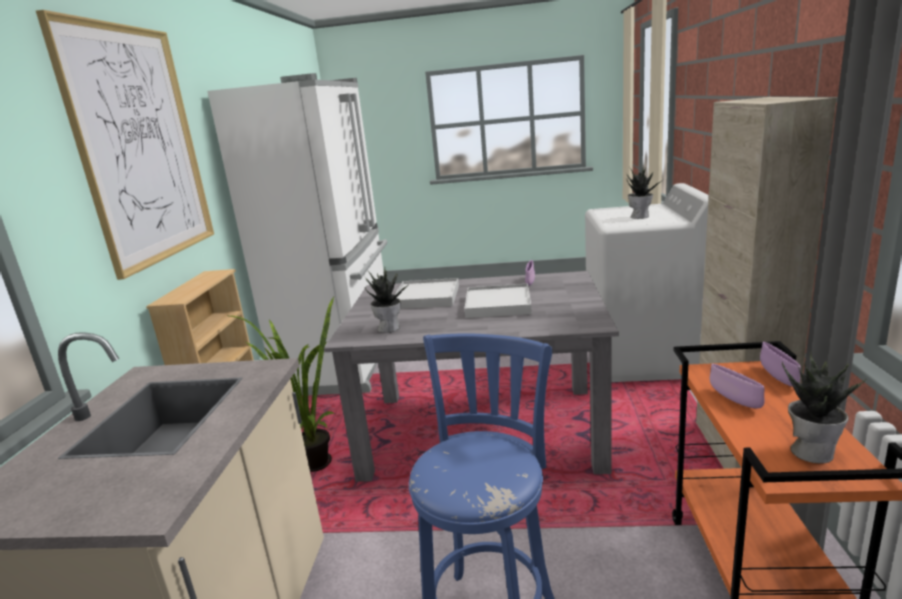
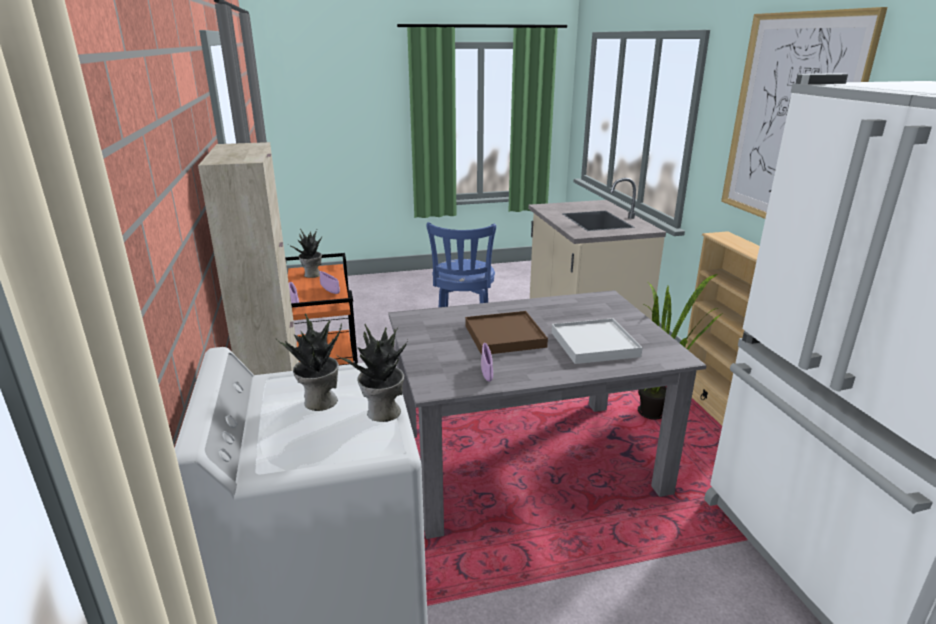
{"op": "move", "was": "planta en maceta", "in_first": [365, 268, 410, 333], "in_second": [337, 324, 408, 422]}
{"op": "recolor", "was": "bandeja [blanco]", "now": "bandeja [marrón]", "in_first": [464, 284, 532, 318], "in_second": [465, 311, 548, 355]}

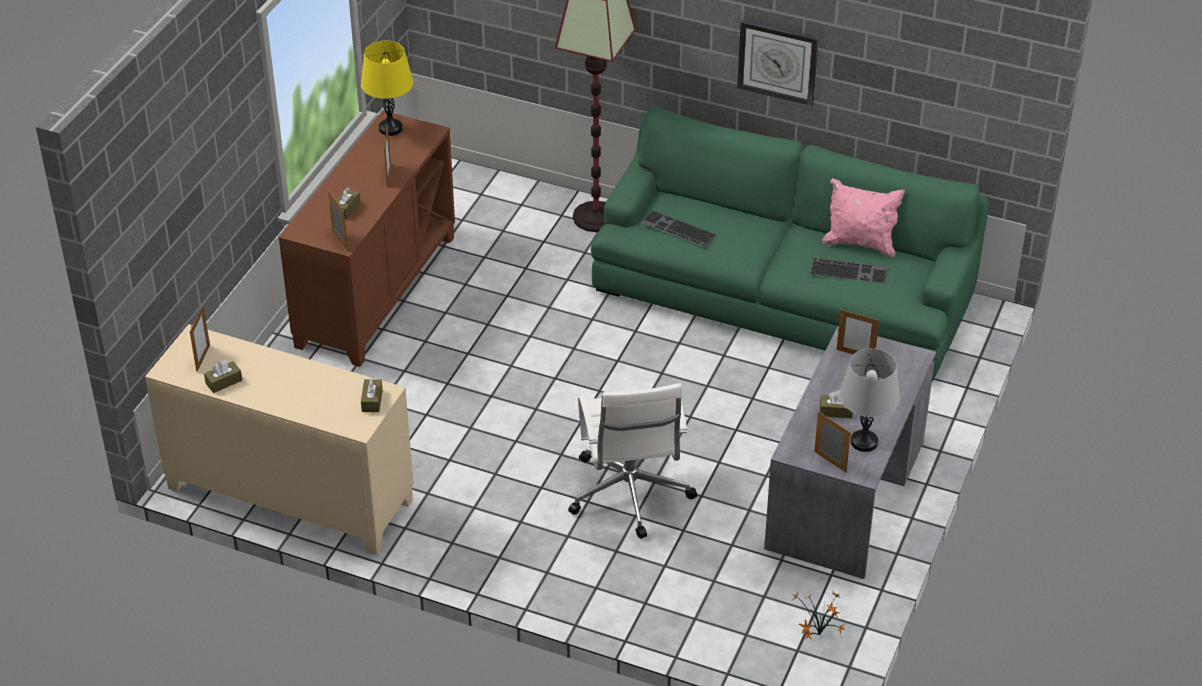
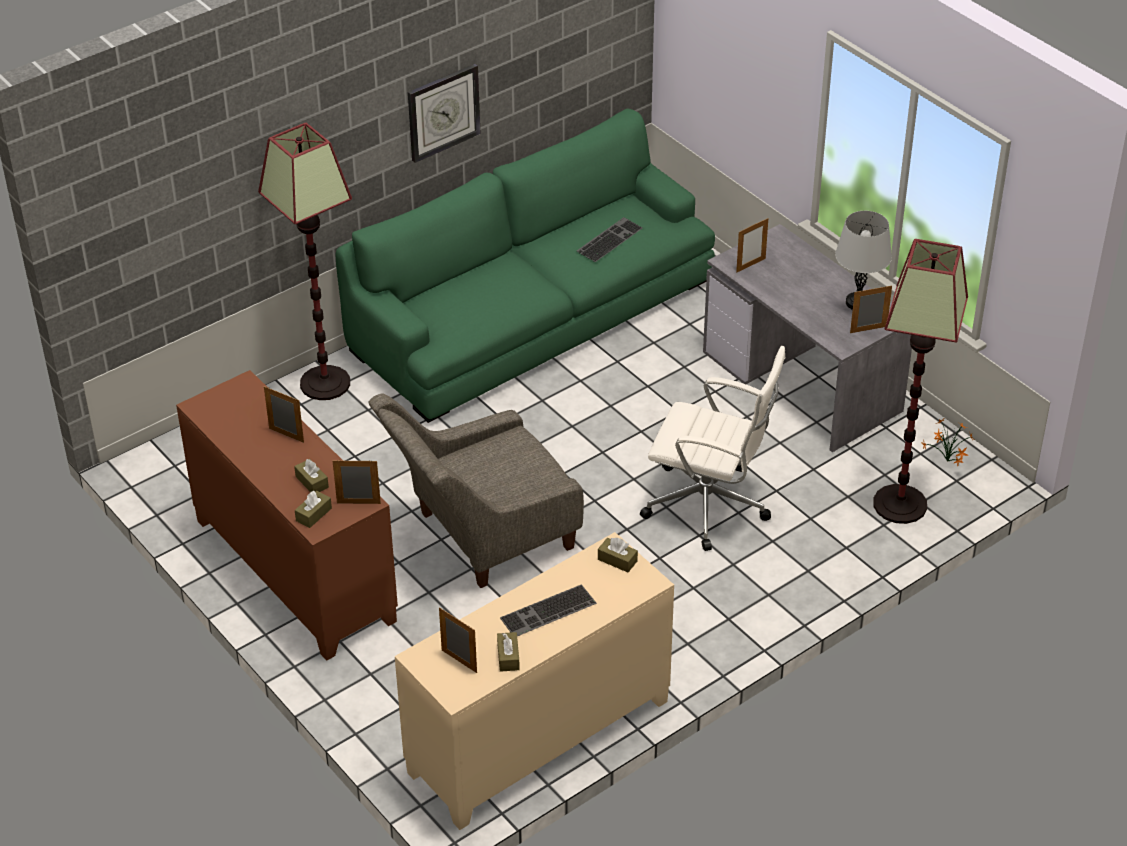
{"op": "move", "was": "caja de pañuelos [marrón]", "in_first": [820, 391, 853, 418], "in_second": [295, 491, 332, 528]}
{"op": "insert", "now": "sillón [gris]", "in_second": [369, 394, 584, 588]}
{"op": "move", "was": "teclado", "in_first": [640, 210, 717, 247], "in_second": [500, 584, 597, 636]}
{"op": "insert", "now": "lámpara de pie", "in_second": [873, 239, 968, 524]}
{"op": "delete", "was": "lámpara de mesa [amarillo]", "in_first": [361, 41, 413, 136]}
{"op": "delete", "was": "cojín [rosa]", "in_first": [822, 178, 905, 258]}

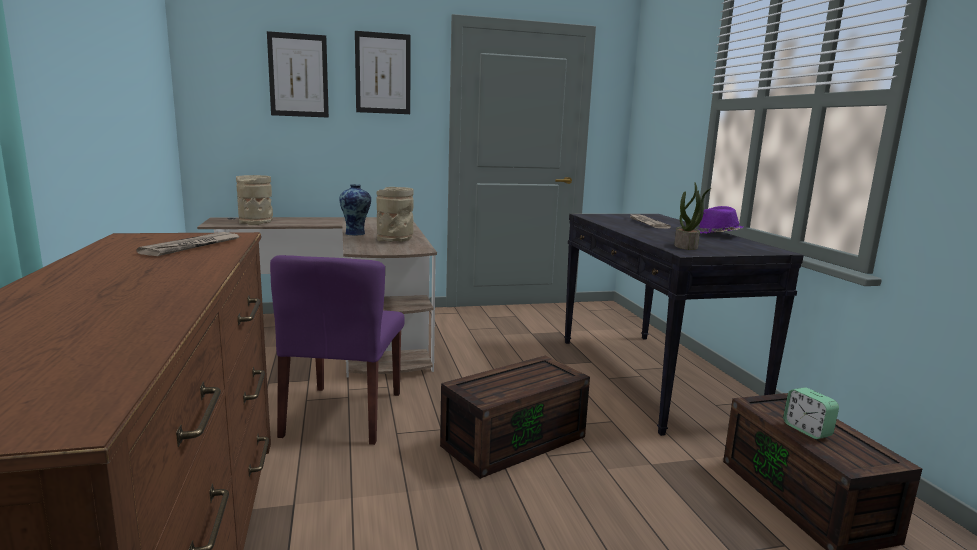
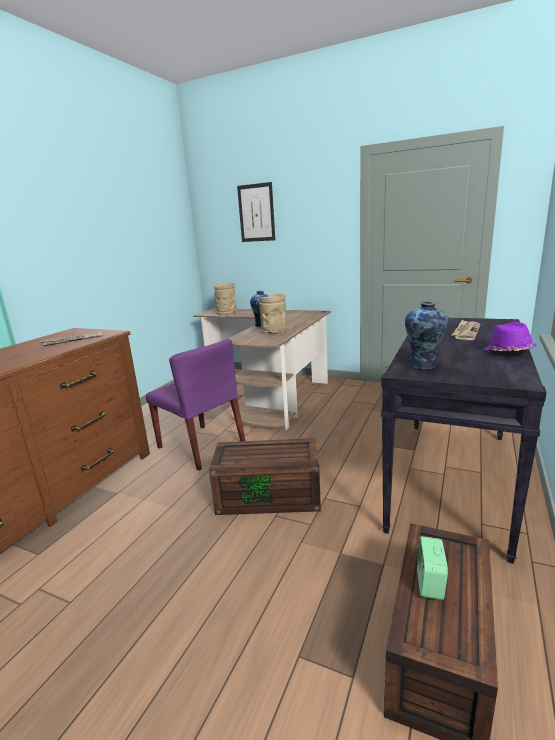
{"op": "rotate", "was": "silla [morado]", "in_first": [270, 255, 405, 445], "in_second": [146, 339, 245, 471], "clockwise": -90}
{"op": "replace", "was": "planta en maceta", "now": "florero", "in_first": [674, 183, 711, 250], "in_second": [405, 302, 449, 369]}
{"op": "delete", "was": "cuadro", "in_first": [355, 31, 411, 114]}

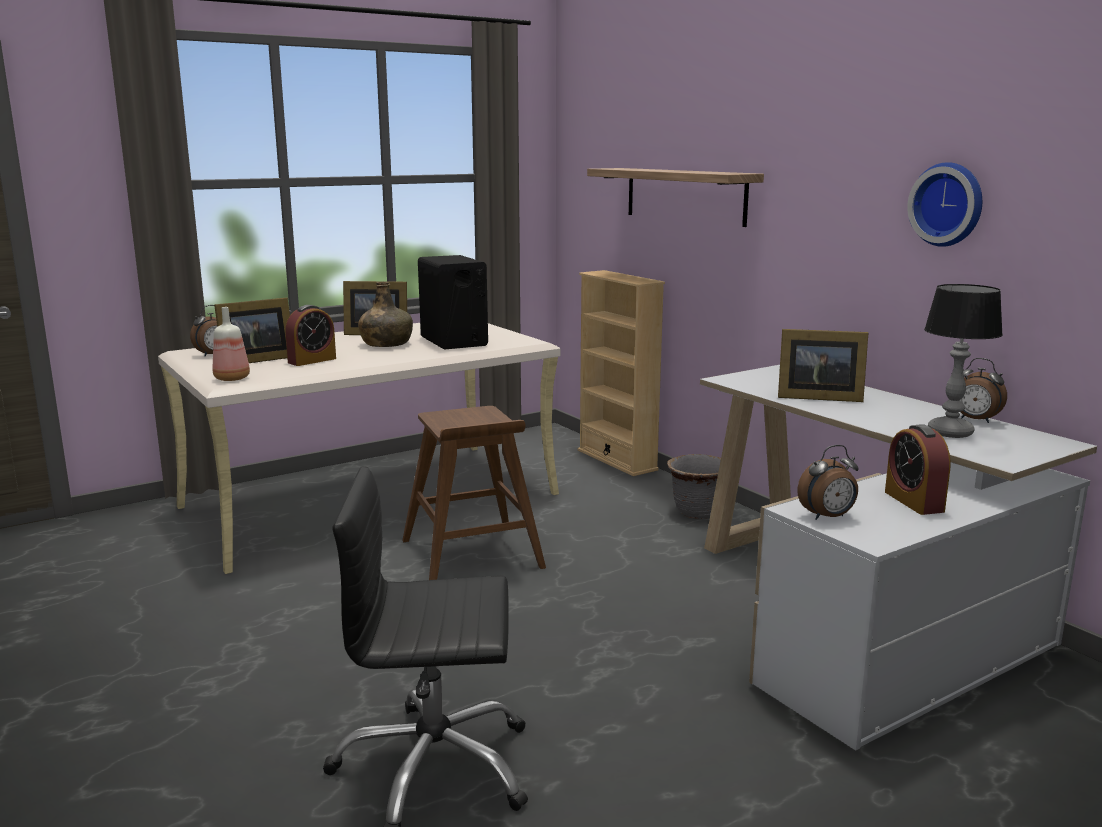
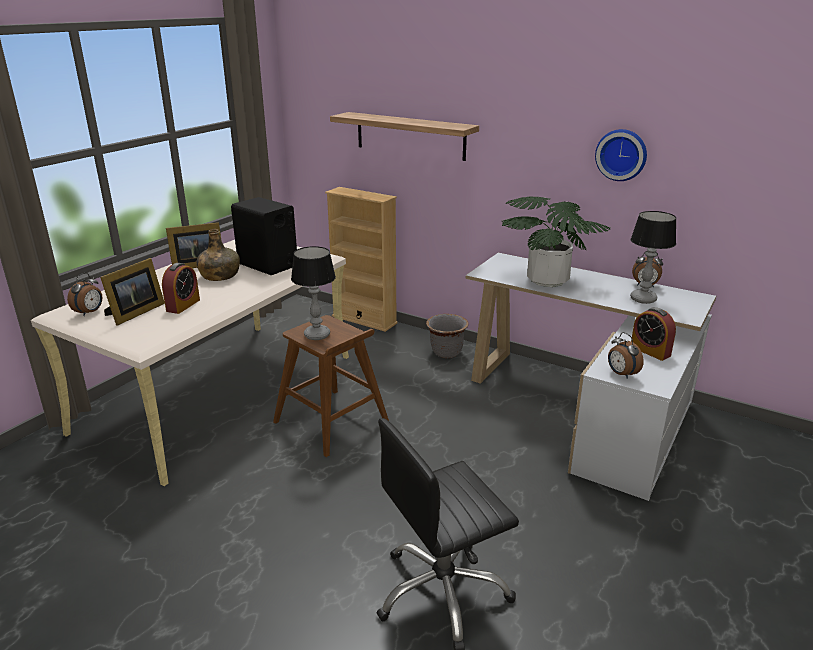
{"op": "insert", "now": "lámpara de mesa", "in_second": [291, 246, 336, 340]}
{"op": "replace", "was": "portarretratos", "now": "planta en maceta", "in_first": [778, 329, 869, 402], "in_second": [502, 197, 610, 287]}
{"op": "rotate", "was": "despertador", "in_first": [797, 445, 859, 520], "in_second": [608, 332, 644, 379], "clockwise": 105}
{"op": "delete", "was": "botella", "in_first": [213, 307, 250, 381]}

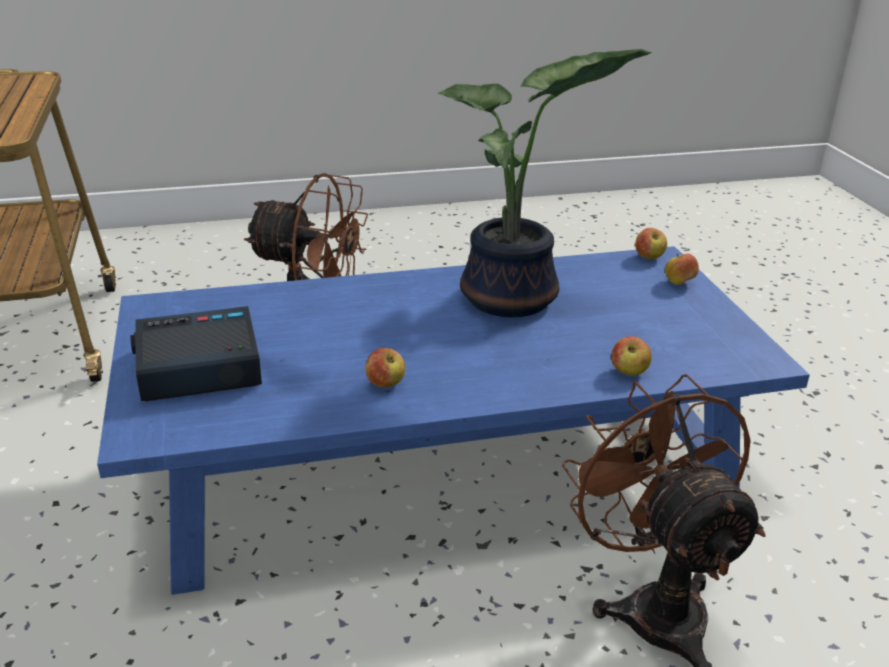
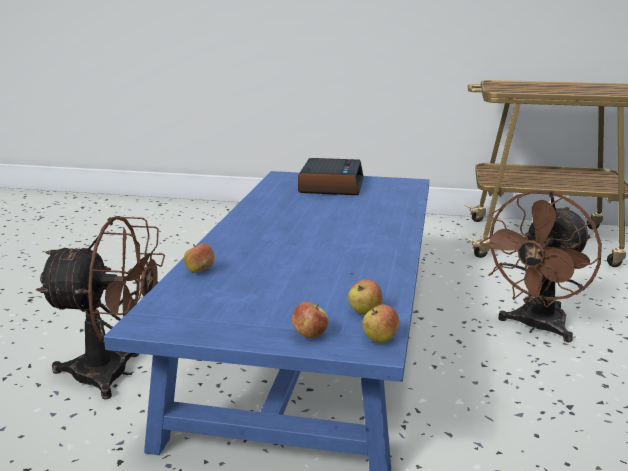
{"op": "move", "was": "manzana", "in_first": [365, 348, 405, 388], "in_second": [348, 279, 383, 315]}
{"op": "delete", "was": "planta en maceta", "in_first": [438, 49, 652, 317]}

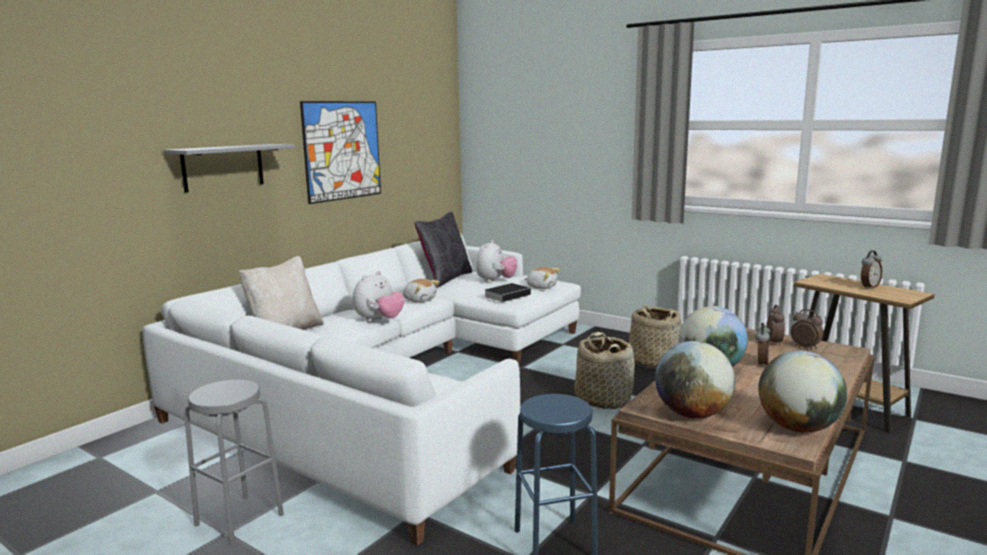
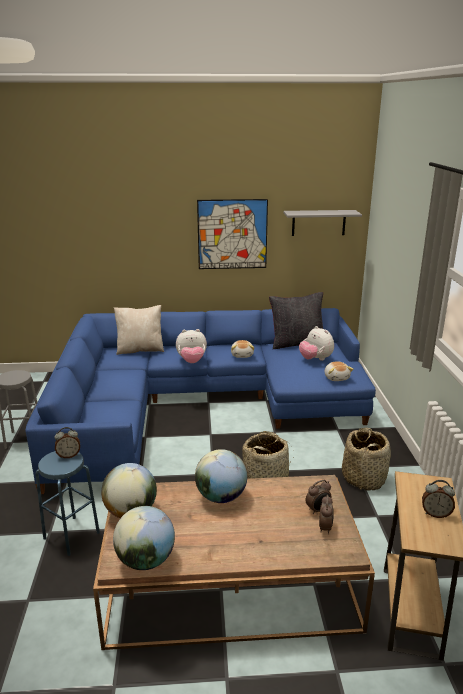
{"op": "recolor", "was": "sofá [blanco]", "now": "sofá [azul]", "in_first": [142, 233, 581, 546], "in_second": [26, 308, 376, 494]}
{"op": "move", "was": "despertador", "in_first": [755, 323, 770, 367], "in_second": [55, 427, 80, 458]}
{"op": "move", "was": "estante [gris]", "in_first": [163, 144, 295, 193], "in_second": [284, 210, 362, 236]}
{"op": "rotate", "was": "peluche", "in_first": [476, 240, 517, 283], "in_second": [299, 326, 334, 361], "clockwise": 75}
{"op": "delete", "was": "libro", "in_first": [484, 283, 531, 302]}

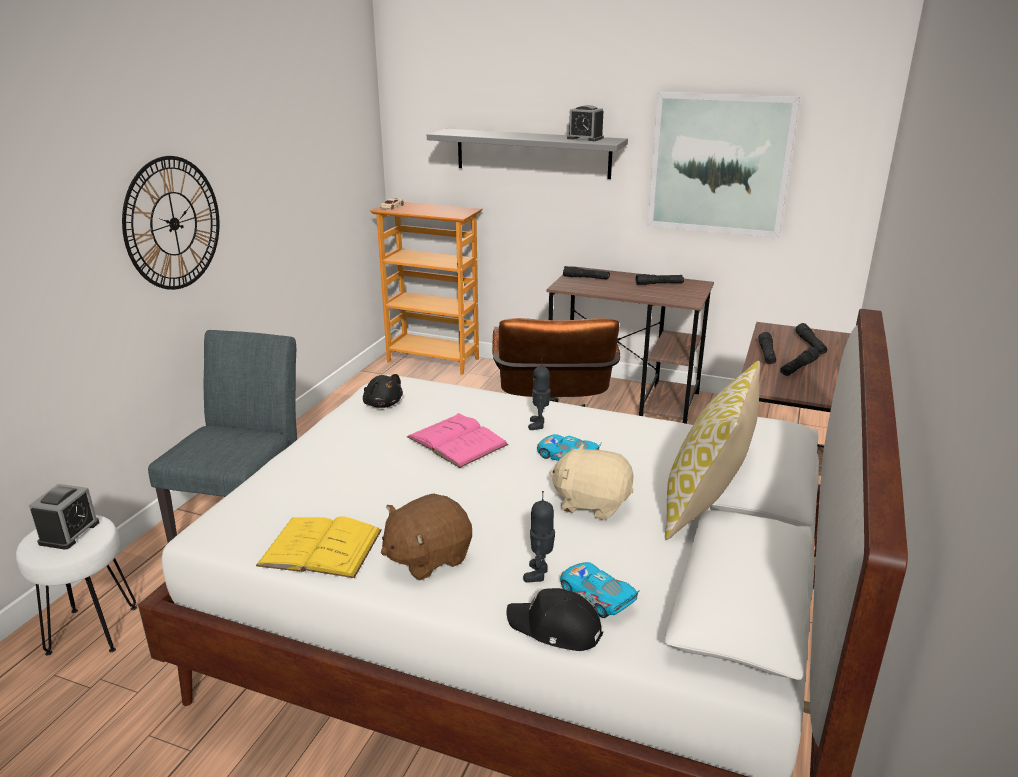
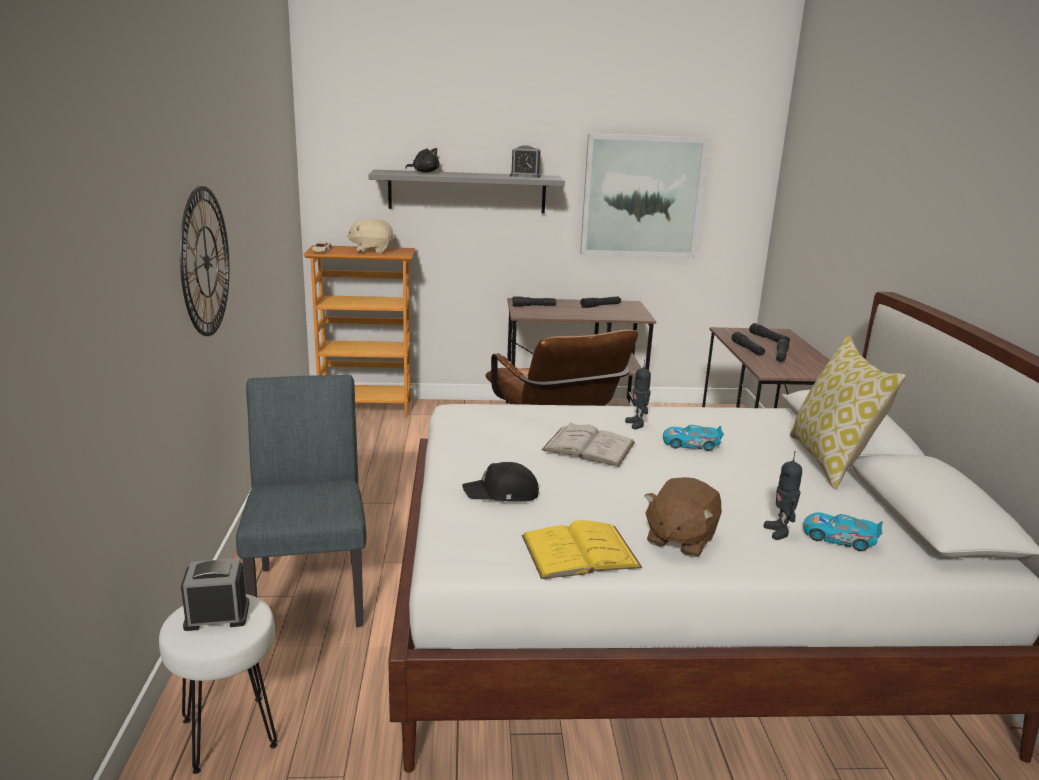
{"op": "rotate", "was": "despertador", "in_first": [29, 484, 99, 550], "in_second": [181, 558, 249, 631], "clockwise": -90}
{"op": "move", "was": "peluche [beis]", "in_first": [550, 443, 634, 520], "in_second": [347, 219, 394, 253]}
{"op": "move", "was": "peluche [negro]", "in_first": [363, 374, 403, 408], "in_second": [405, 148, 440, 173]}
{"op": "move", "was": "gorra [negro]", "in_first": [506, 588, 603, 651], "in_second": [462, 462, 539, 502]}
{"op": "recolor", "was": "libro [rosa]", "now": "libro [blanco]", "in_first": [407, 413, 508, 468], "in_second": [541, 422, 635, 466]}

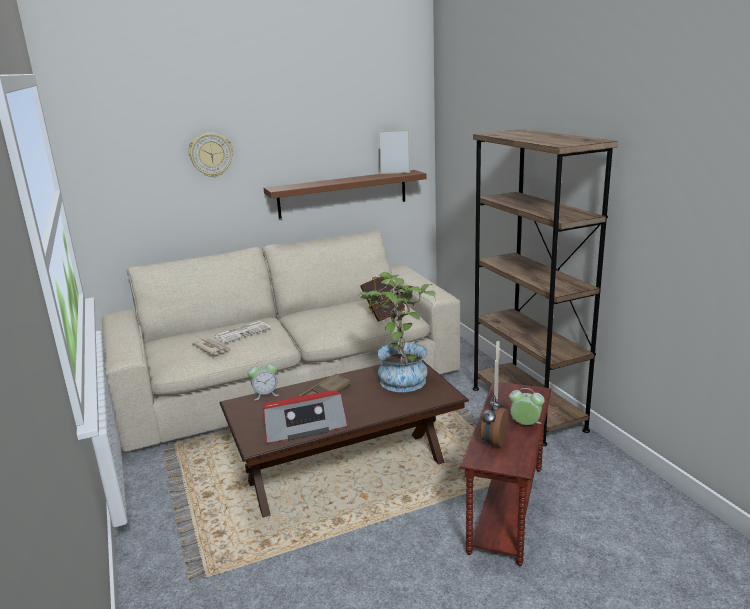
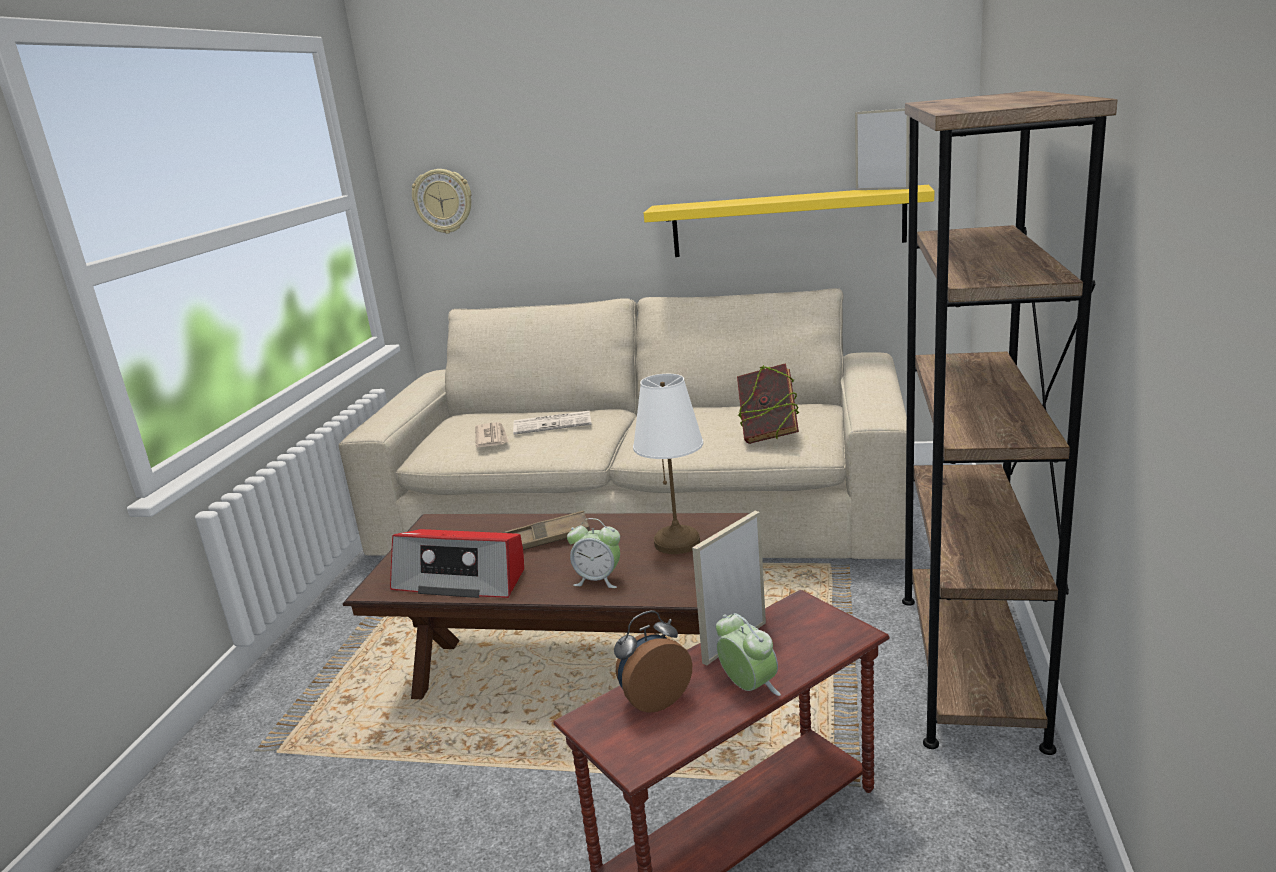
{"op": "move", "was": "reloj de pared", "in_first": [188, 133, 233, 177], "in_second": [412, 169, 471, 234]}
{"op": "move", "was": "despertador", "in_first": [247, 360, 279, 400], "in_second": [567, 518, 620, 588]}
{"op": "replace", "was": "planta en maceta", "now": "lámpara de mesa [blanco]", "in_first": [358, 272, 436, 392], "in_second": [633, 374, 703, 554]}
{"op": "recolor", "was": "estante [marrón]", "now": "estante [amarillo]", "in_first": [264, 170, 427, 219], "in_second": [644, 185, 934, 257]}

